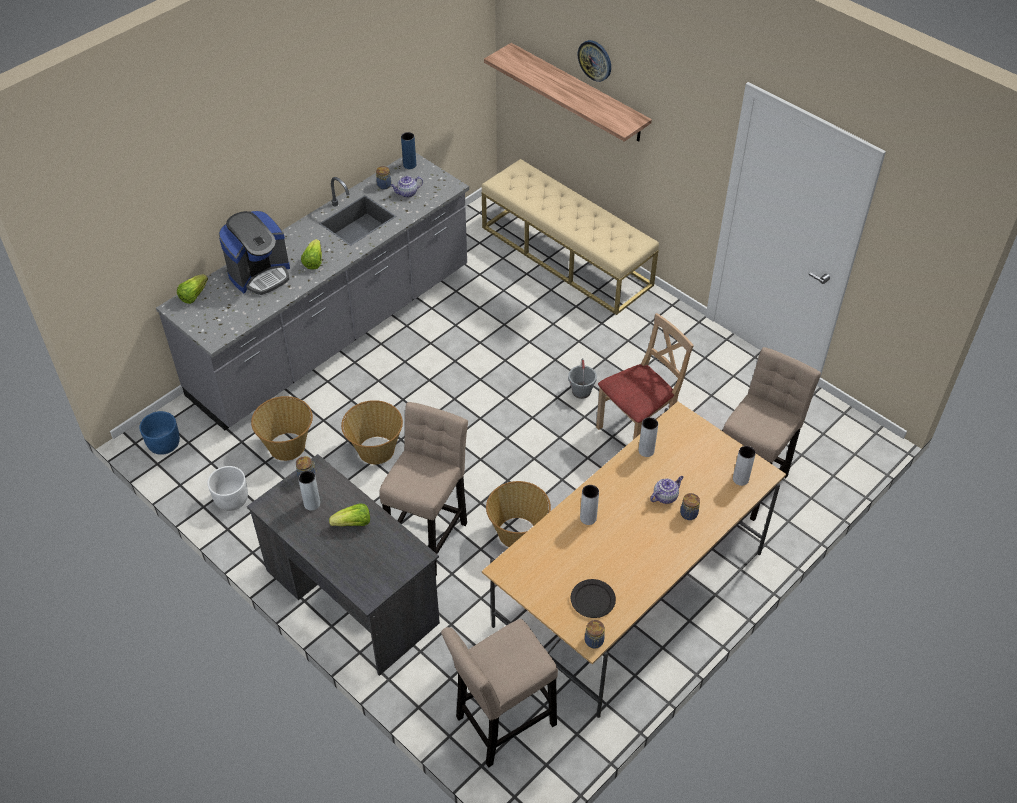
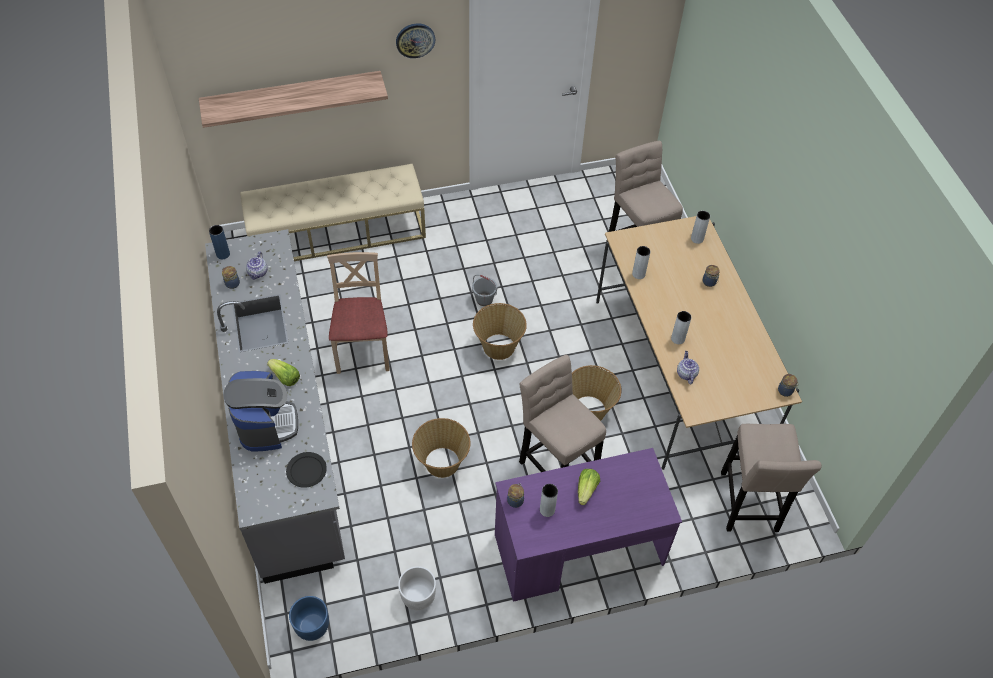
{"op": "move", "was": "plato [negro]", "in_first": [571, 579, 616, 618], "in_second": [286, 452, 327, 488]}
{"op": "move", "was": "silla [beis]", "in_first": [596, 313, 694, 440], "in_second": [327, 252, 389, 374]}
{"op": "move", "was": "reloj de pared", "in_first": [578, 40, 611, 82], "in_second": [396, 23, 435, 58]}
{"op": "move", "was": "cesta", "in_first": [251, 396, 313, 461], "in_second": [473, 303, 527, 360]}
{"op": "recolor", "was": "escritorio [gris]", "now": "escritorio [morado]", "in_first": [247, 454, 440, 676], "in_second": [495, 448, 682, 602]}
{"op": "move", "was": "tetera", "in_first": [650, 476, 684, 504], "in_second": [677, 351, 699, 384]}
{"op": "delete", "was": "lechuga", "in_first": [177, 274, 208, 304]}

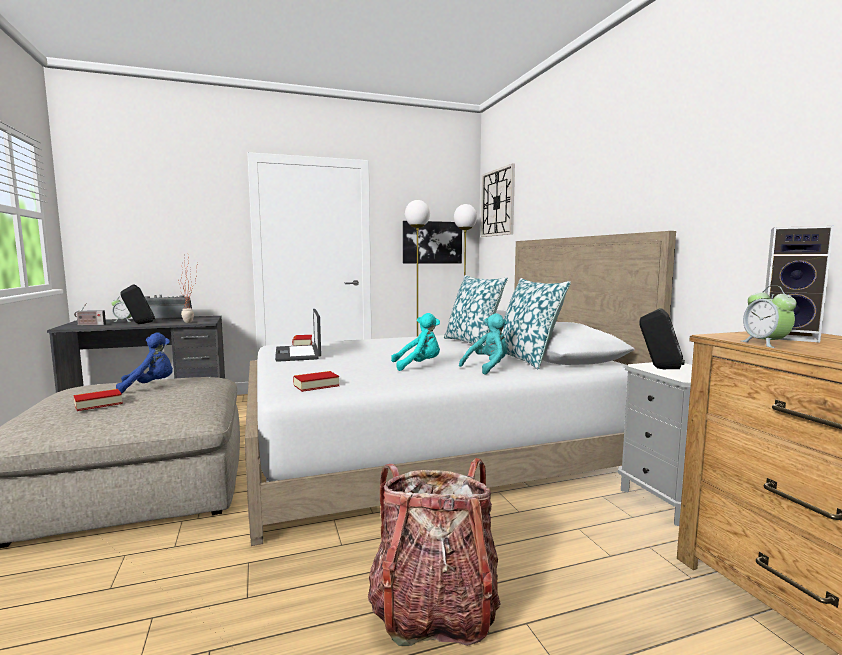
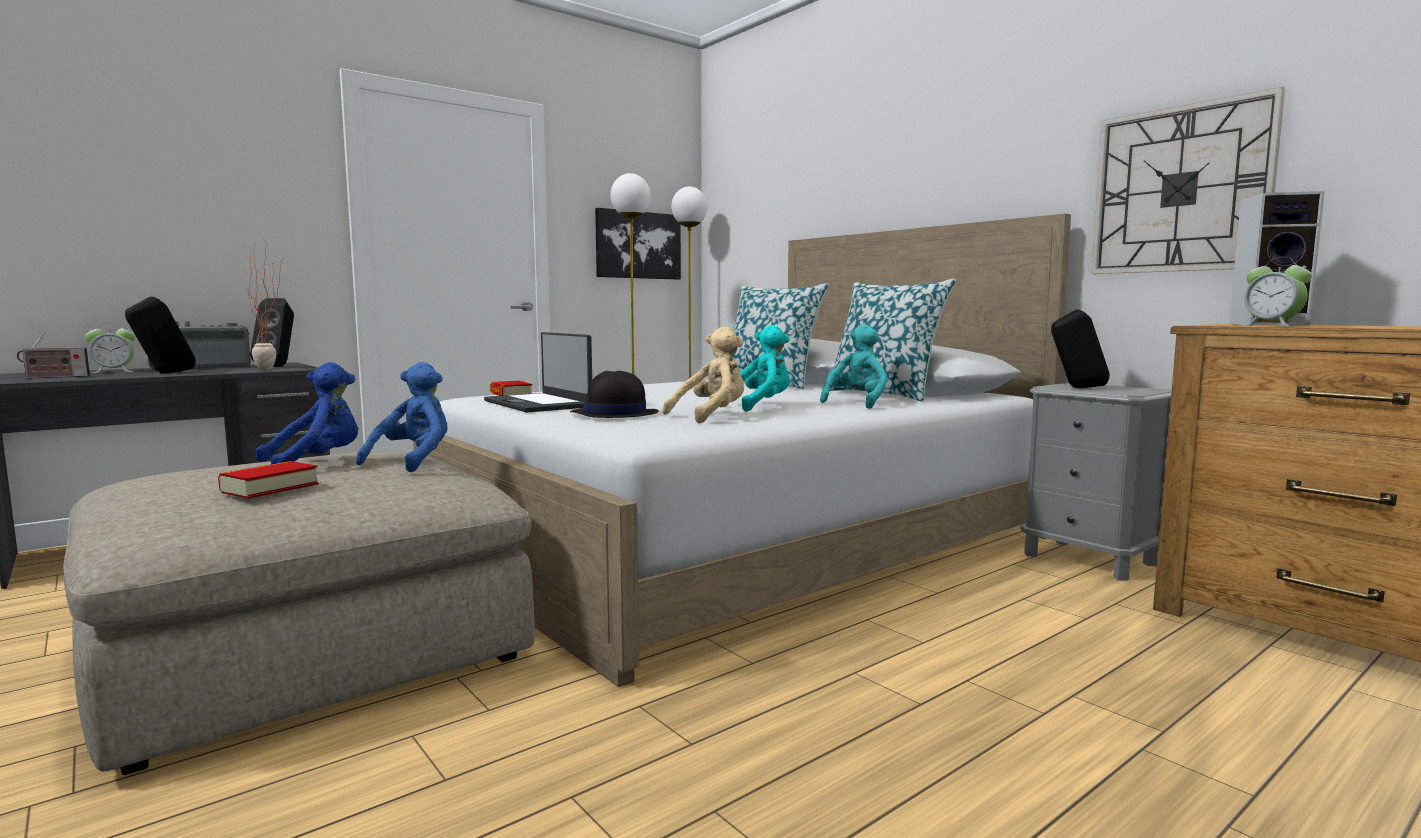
{"op": "insert", "now": "altavoz [negro]", "in_second": [250, 298, 294, 367]}
{"op": "insert", "now": "peluche [azul]", "in_second": [356, 362, 448, 472]}
{"op": "insert", "now": "sombrero [negro]", "in_second": [570, 371, 659, 418]}
{"op": "insert", "now": "peluche [beis]", "in_second": [663, 327, 744, 424]}
{"op": "move", "was": "reloj de pared", "in_first": [481, 163, 515, 237], "in_second": [1091, 87, 1285, 274]}
{"op": "delete", "was": "libro", "in_first": [293, 371, 340, 392]}
{"op": "delete", "was": "mochila", "in_first": [368, 458, 501, 646]}

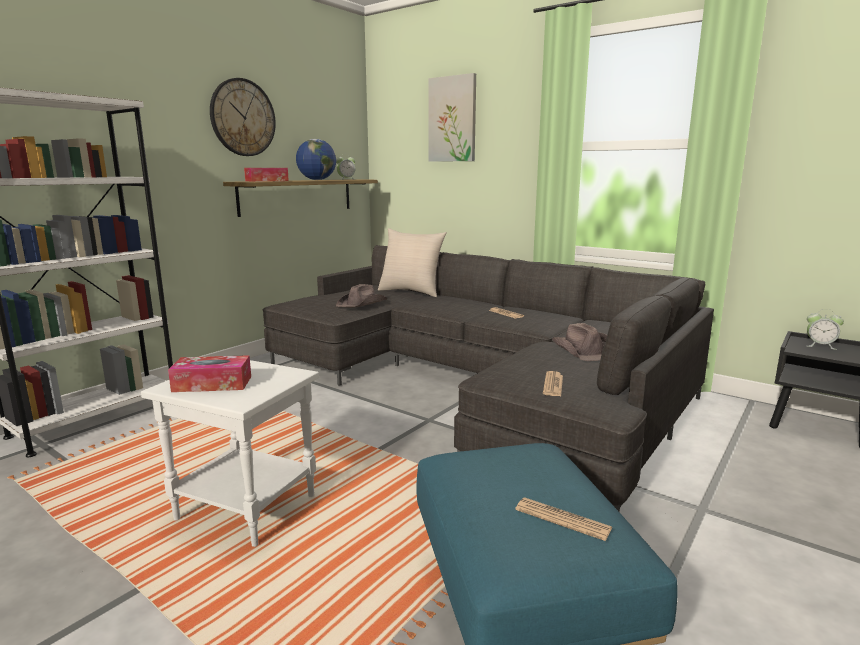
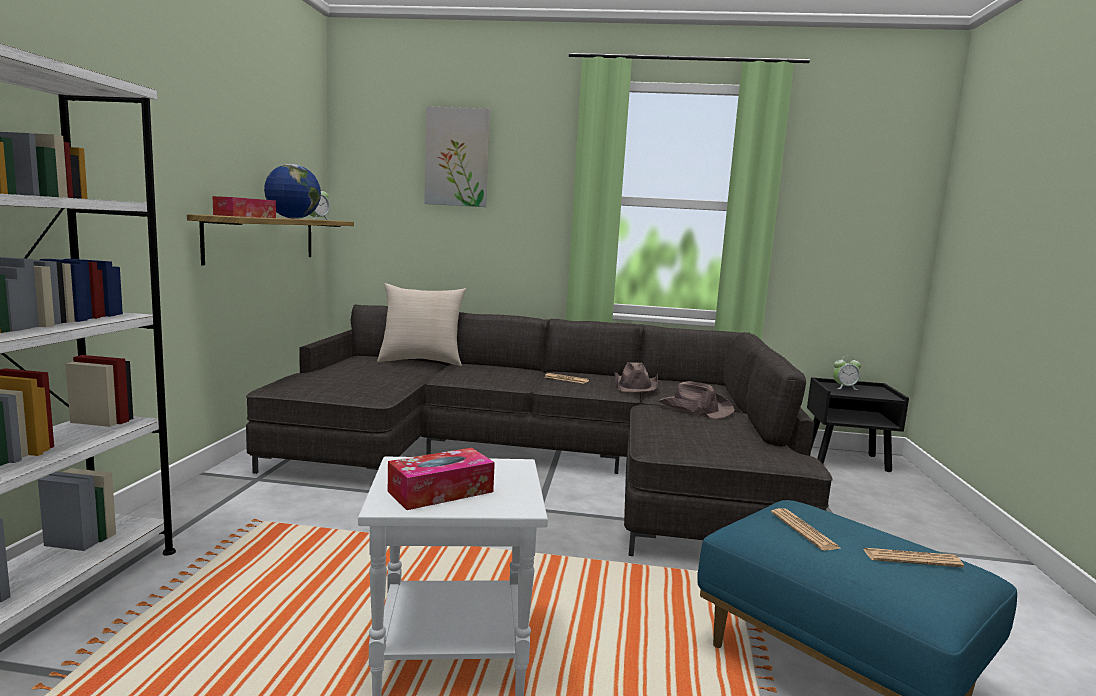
{"op": "move", "was": "sombrero [marrón]", "in_first": [336, 284, 387, 308], "in_second": [615, 362, 658, 392]}
{"op": "move", "was": "periódico", "in_first": [543, 371, 563, 396], "in_second": [771, 508, 841, 551]}
{"op": "delete", "was": "reloj de pared", "in_first": [210, 78, 276, 156]}

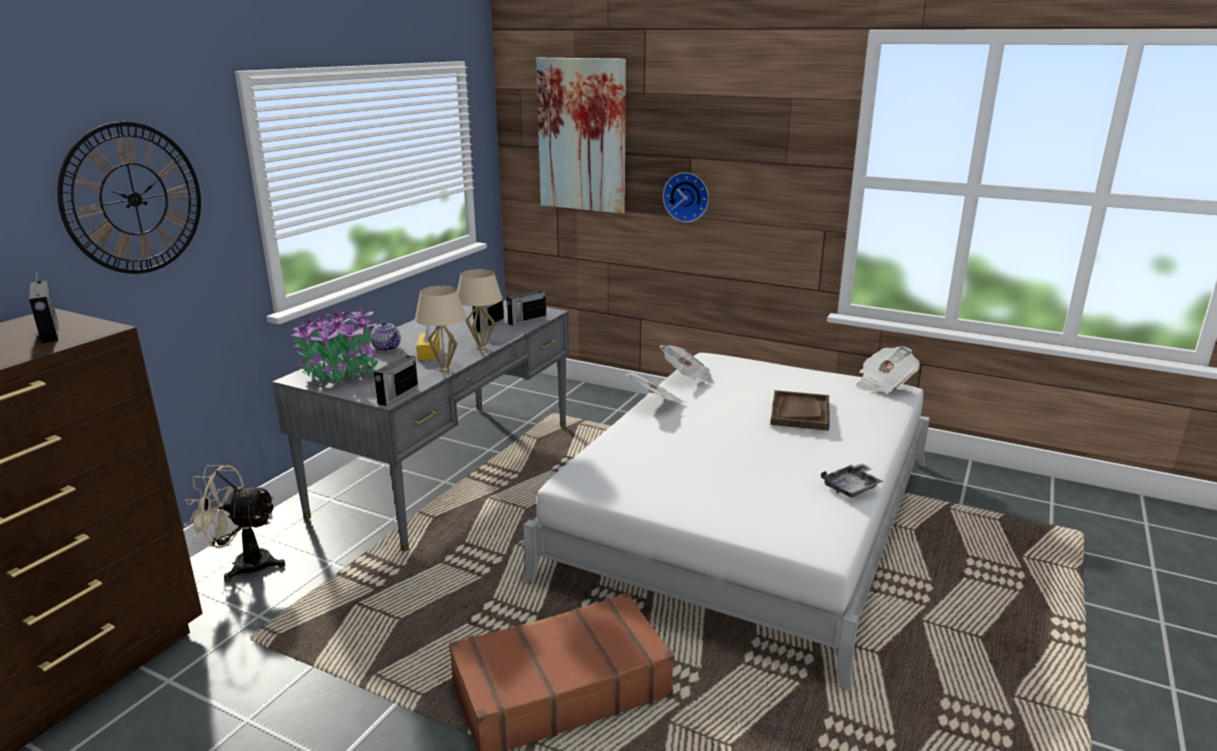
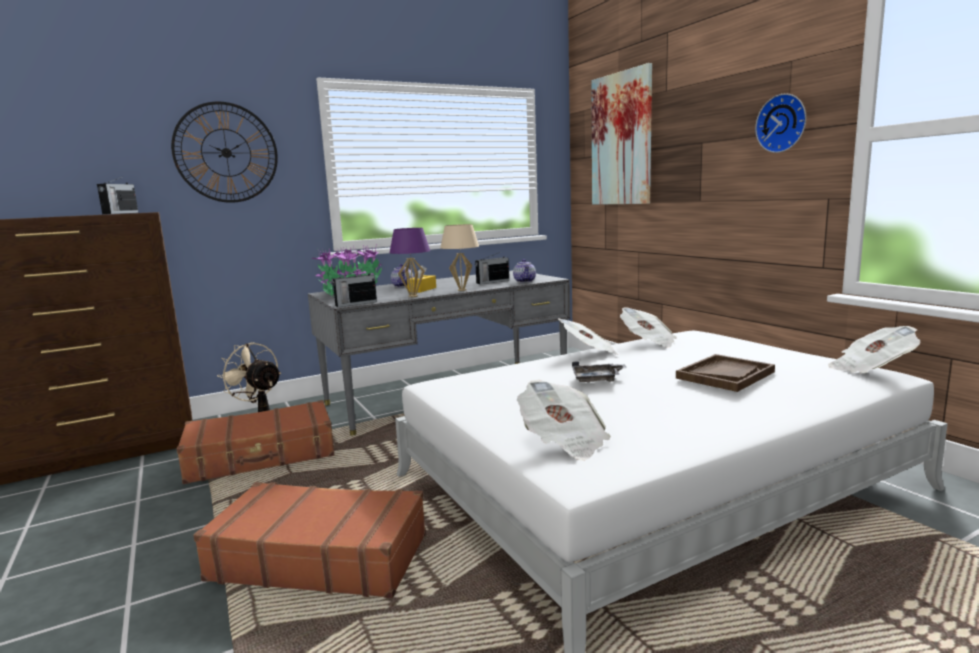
{"op": "insert", "now": "maleta [marrón]", "in_second": [177, 400, 334, 484]}
{"op": "recolor", "was": "lámpara de mesa [beis]", "now": "lámpara de mesa [morado]", "in_first": [415, 286, 466, 372], "in_second": [390, 228, 430, 297]}
{"op": "replace", "was": "radio", "now": "tetera", "in_first": [507, 286, 546, 326], "in_second": [513, 259, 536, 283]}
{"op": "insert", "now": "periódico", "in_second": [517, 380, 611, 461]}
{"op": "move", "was": "bandeja [gris]", "in_first": [821, 463, 884, 498], "in_second": [572, 361, 627, 382]}
{"op": "move", "was": "reloj de pared", "in_first": [663, 172, 709, 222], "in_second": [755, 93, 806, 153]}

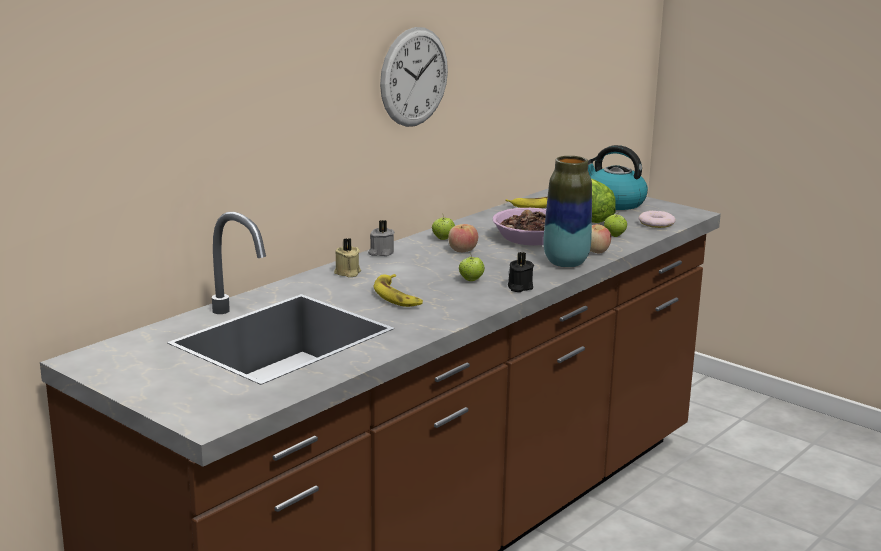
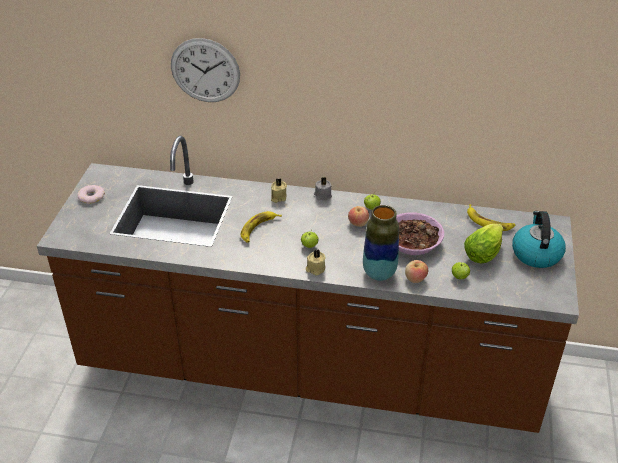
{"op": "move", "was": "rosquilla", "in_first": [638, 211, 676, 228], "in_second": [77, 185, 105, 204]}
{"op": "move", "was": "reloj de pared", "in_first": [380, 27, 448, 127], "in_second": [171, 38, 240, 102]}
{"op": "recolor", "was": "vela [negro]", "now": "vela [beis]", "in_first": [507, 252, 534, 292], "in_second": [306, 249, 326, 275]}

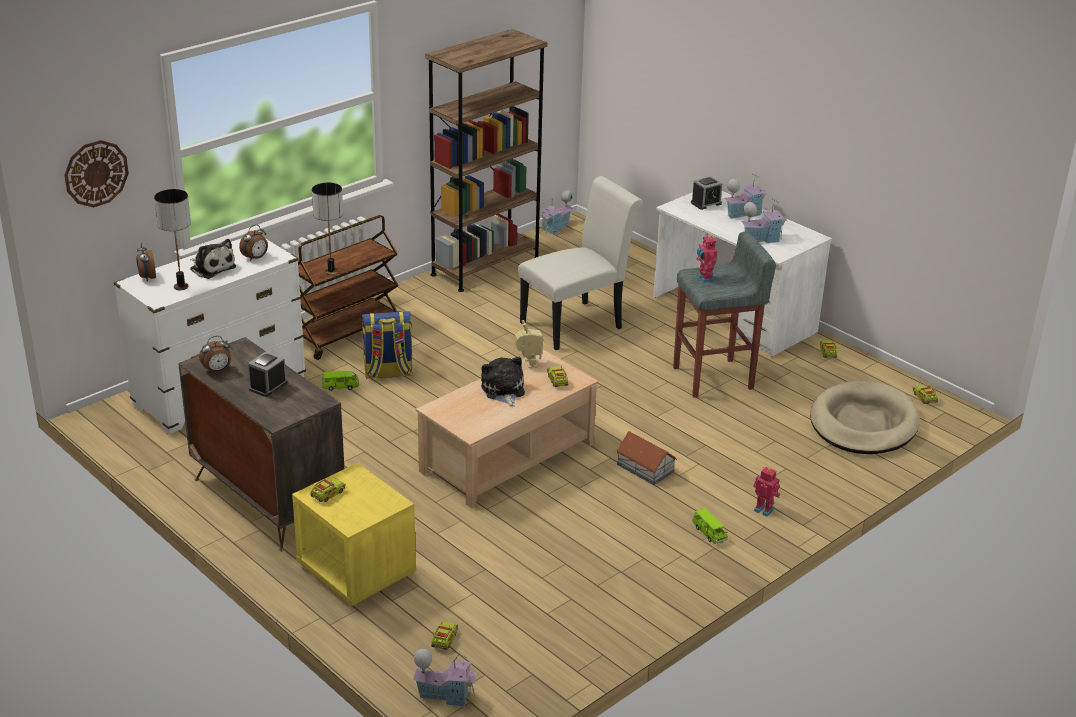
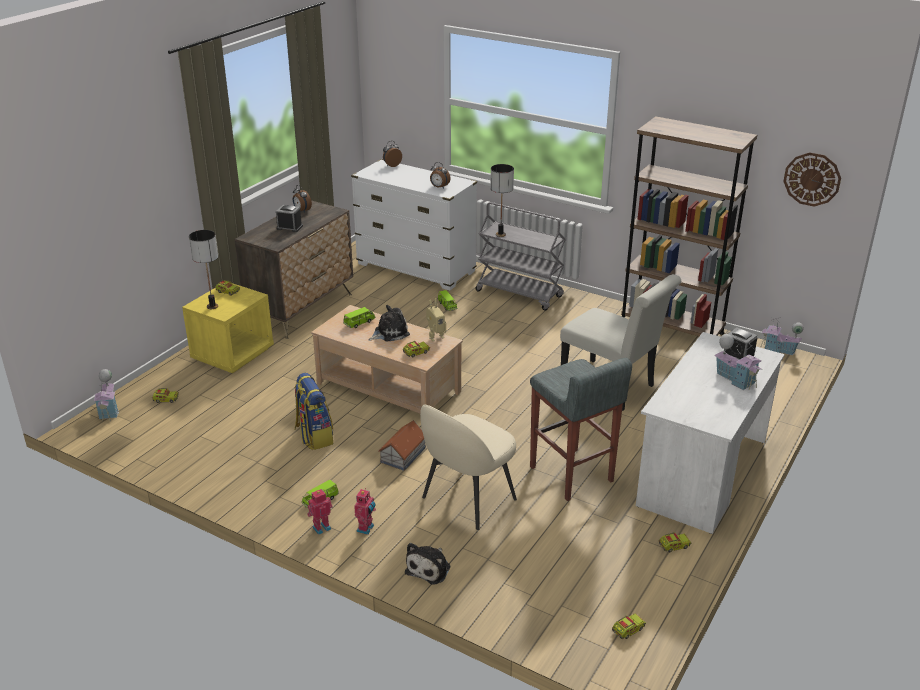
{"op": "move", "was": "lámpara de mesa", "in_first": [154, 189, 191, 290], "in_second": [189, 230, 218, 309]}
{"op": "move", "was": "mochila", "in_first": [362, 311, 413, 379], "in_second": [295, 373, 333, 450]}
{"op": "move", "was": "robot de juguete", "in_first": [696, 234, 717, 283], "in_second": [307, 489, 332, 535]}
{"op": "insert", "now": "coche de juguete [verde]", "in_second": [343, 307, 375, 328]}
{"op": "move", "was": "peluche", "in_first": [190, 239, 236, 279], "in_second": [405, 543, 450, 585]}
{"op": "insert", "now": "silla [beis]", "in_second": [420, 405, 517, 530]}
{"op": "recolor", "was": "carrito [marrón]", "now": "carrito [gris]", "in_first": [298, 215, 399, 360], "in_second": [475, 202, 566, 311]}
{"op": "move", "was": "reloj de pared", "in_first": [64, 140, 129, 208], "in_second": [783, 152, 841, 207]}
{"op": "delete", "was": "casita", "in_first": [741, 198, 787, 243]}
{"op": "delete", "was": "cama para perro [beis]", "in_first": [810, 380, 920, 454]}

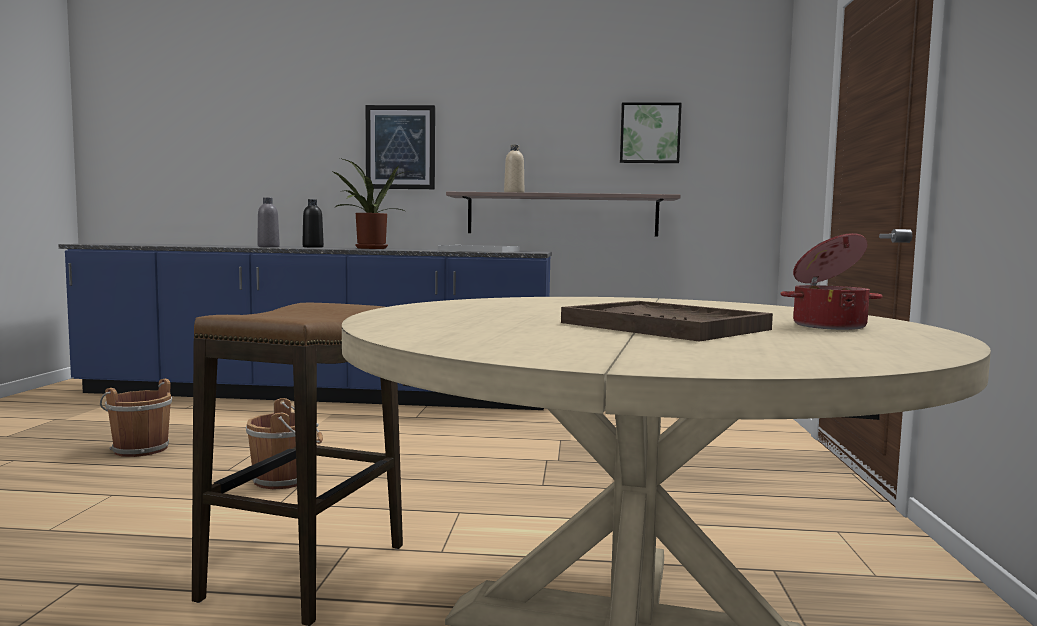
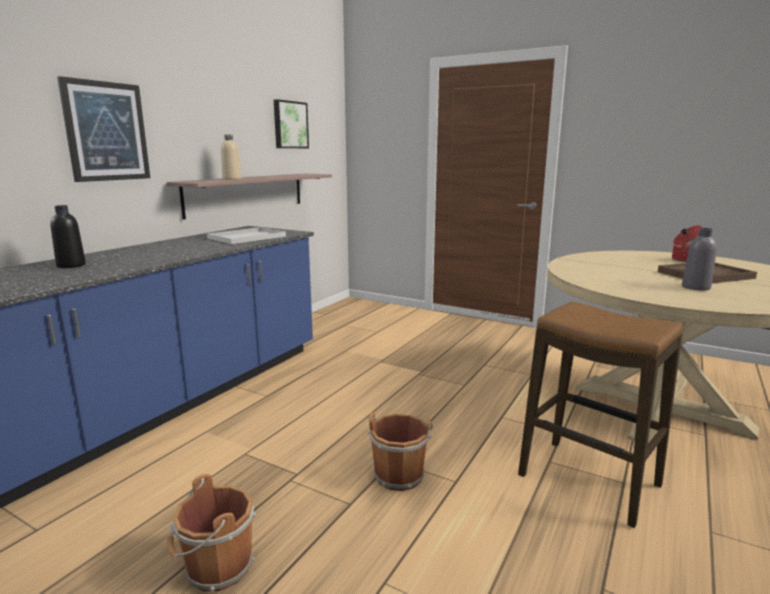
{"op": "move", "was": "botella [gris]", "in_first": [257, 197, 280, 247], "in_second": [682, 228, 717, 291]}
{"op": "delete", "was": "planta en maceta", "in_first": [331, 158, 410, 249]}

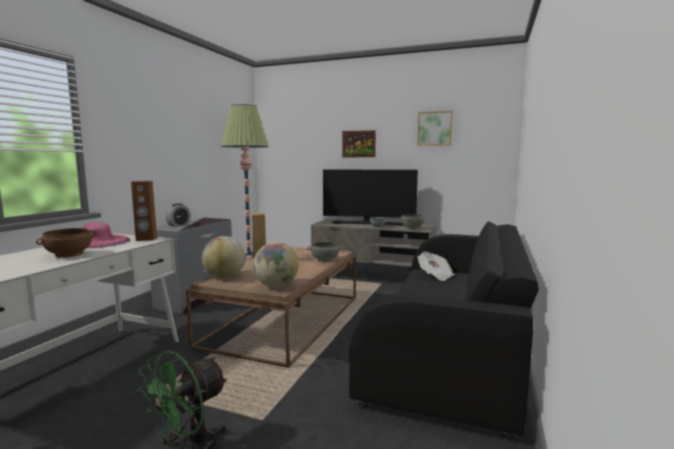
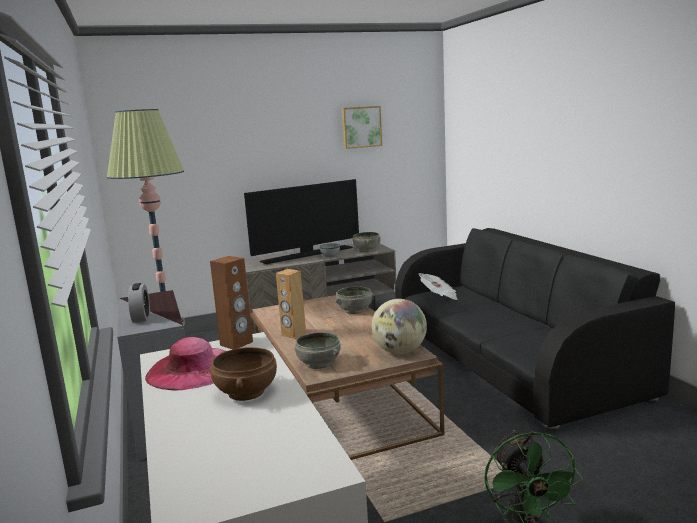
{"op": "replace", "was": "globo terráqueo", "now": "cuenco [gris]", "in_first": [202, 236, 245, 278], "in_second": [295, 332, 341, 369]}
{"op": "delete", "was": "cuadro", "in_first": [342, 130, 376, 157]}

